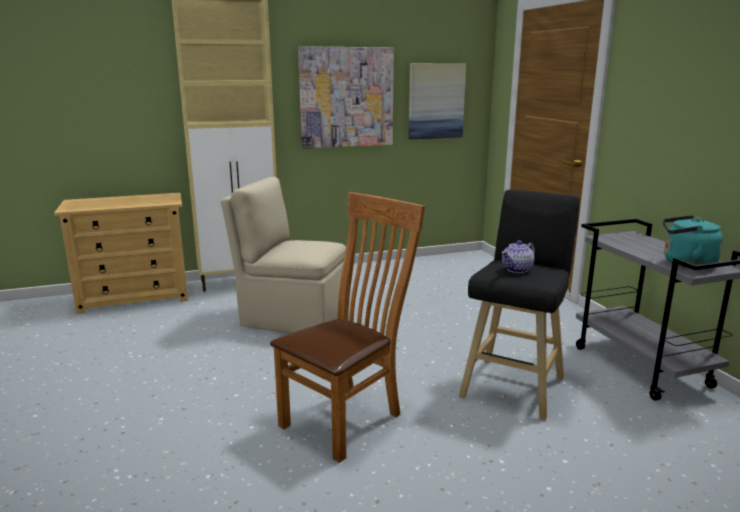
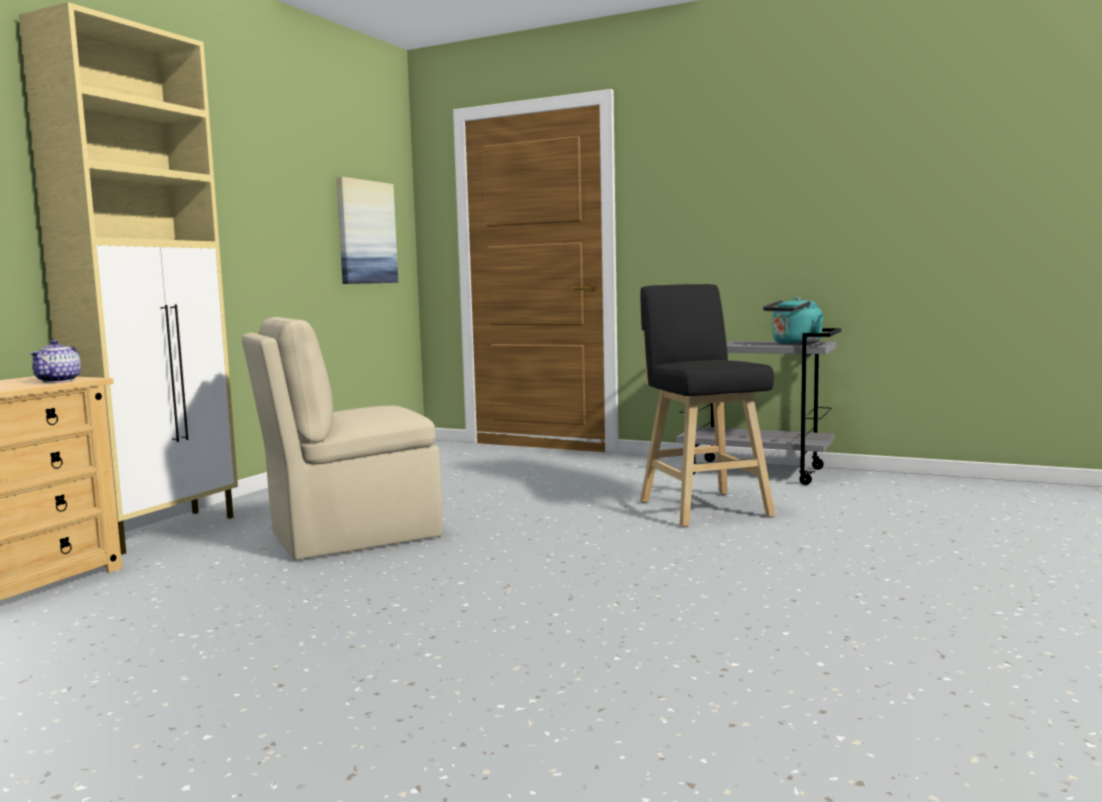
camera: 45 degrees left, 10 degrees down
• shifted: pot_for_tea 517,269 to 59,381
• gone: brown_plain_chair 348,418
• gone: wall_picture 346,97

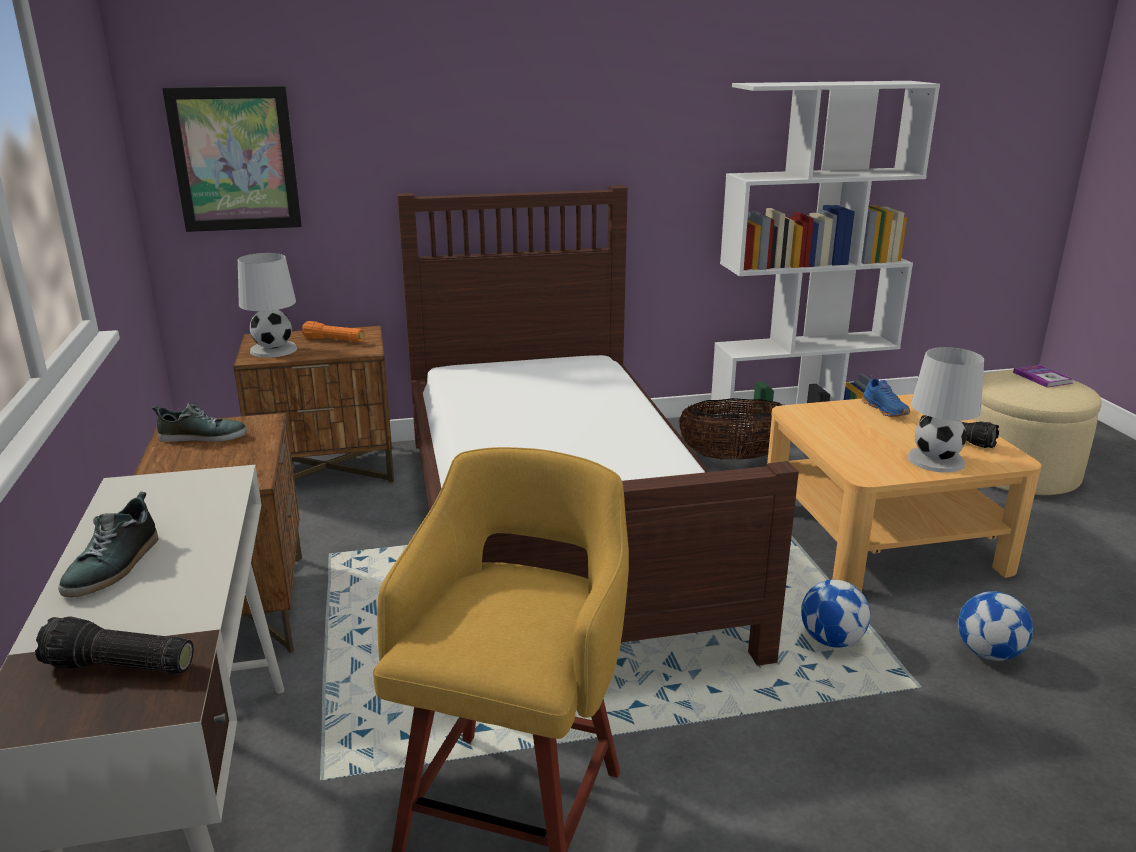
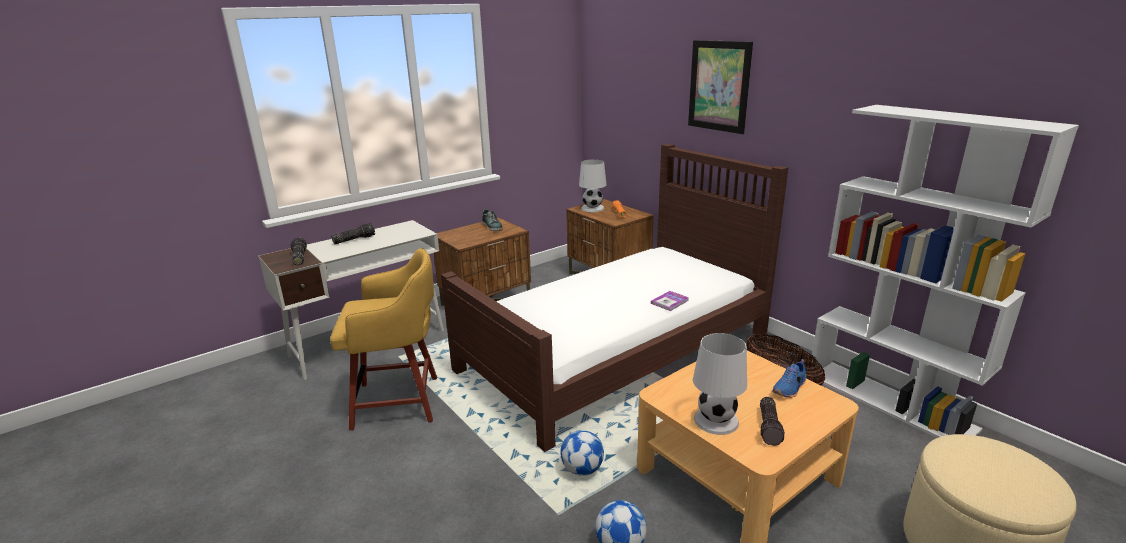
camera: 65 degrees right, 0 degrees up
• swapped: shoe 114,565 to hand_torch 354,239
• shifted: book 1042,378 to 669,302
• shifted: wall_picture 235,159 to 719,86

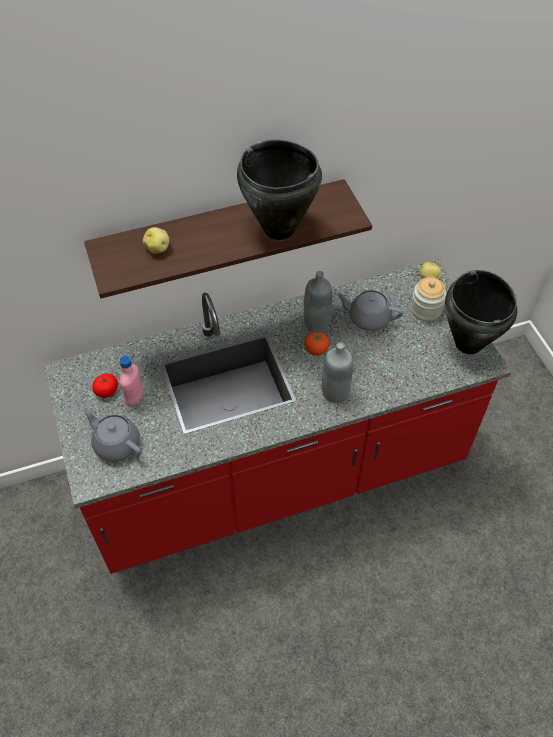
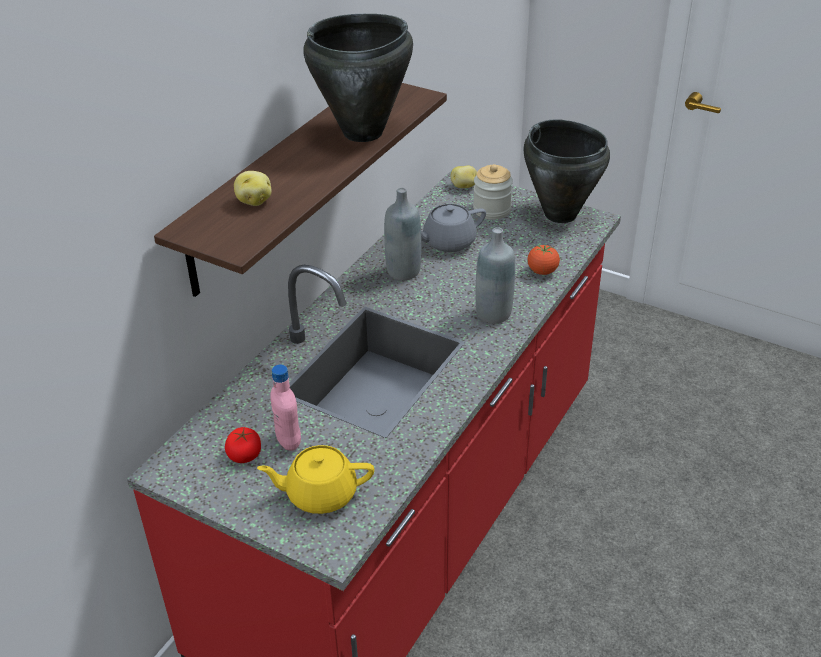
camera: 40 degrees left, 15 degrees down
• repainted: gray_pot_for_tea 116,443 to yellow_pot_for_tea 320,494
• shifted: whole_tomato 316,350 to 542,271

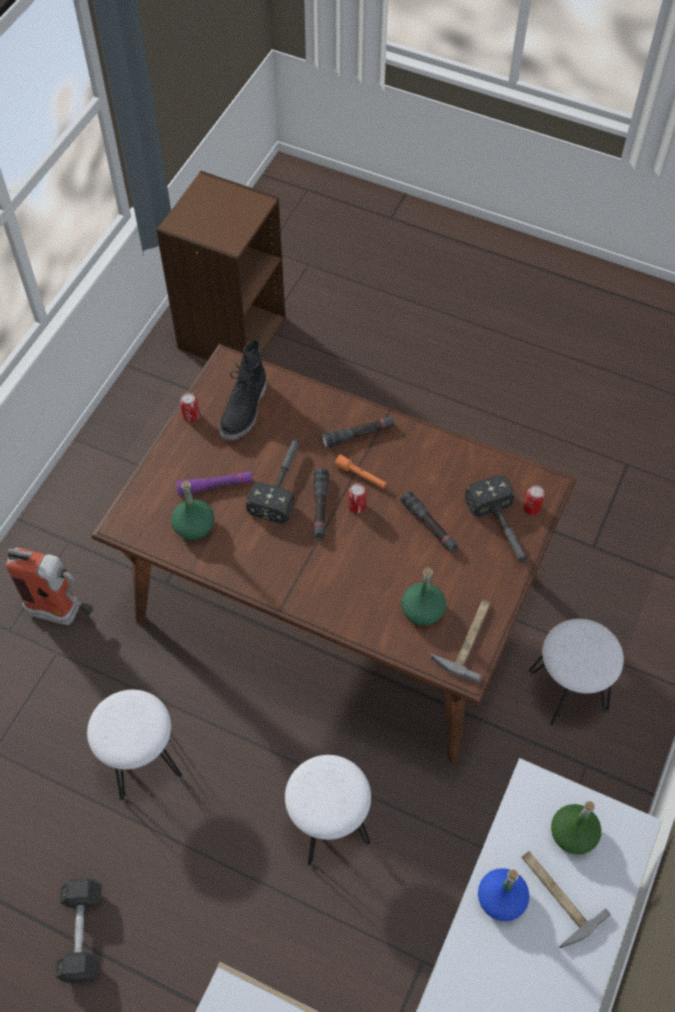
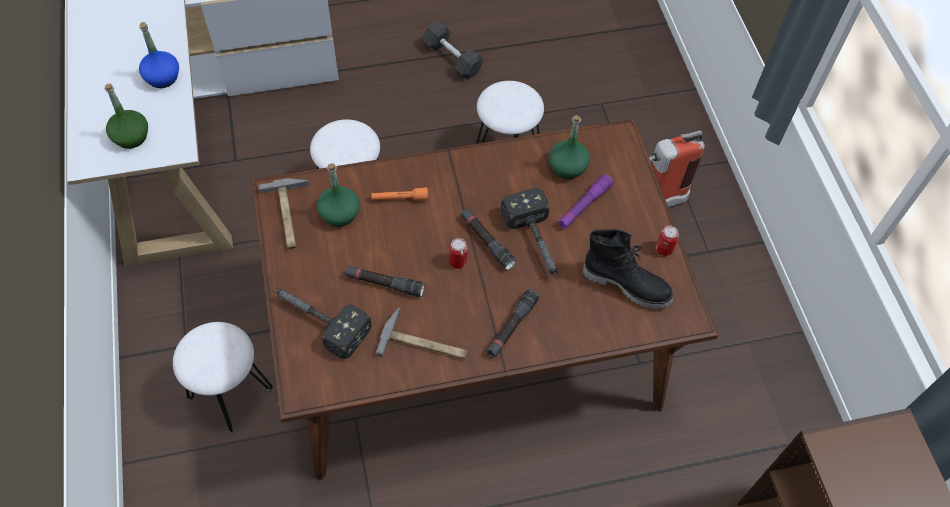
camera: 140 degrees right, 0 degrees up
• shifted: orangey_hand_torch 361,476 to 400,199
• shifted: hammer 555,895 to 424,343
• rotated: black-coloured_boot 245,410 = 627,284 135 degrees clockwise
• gone: can 531,508

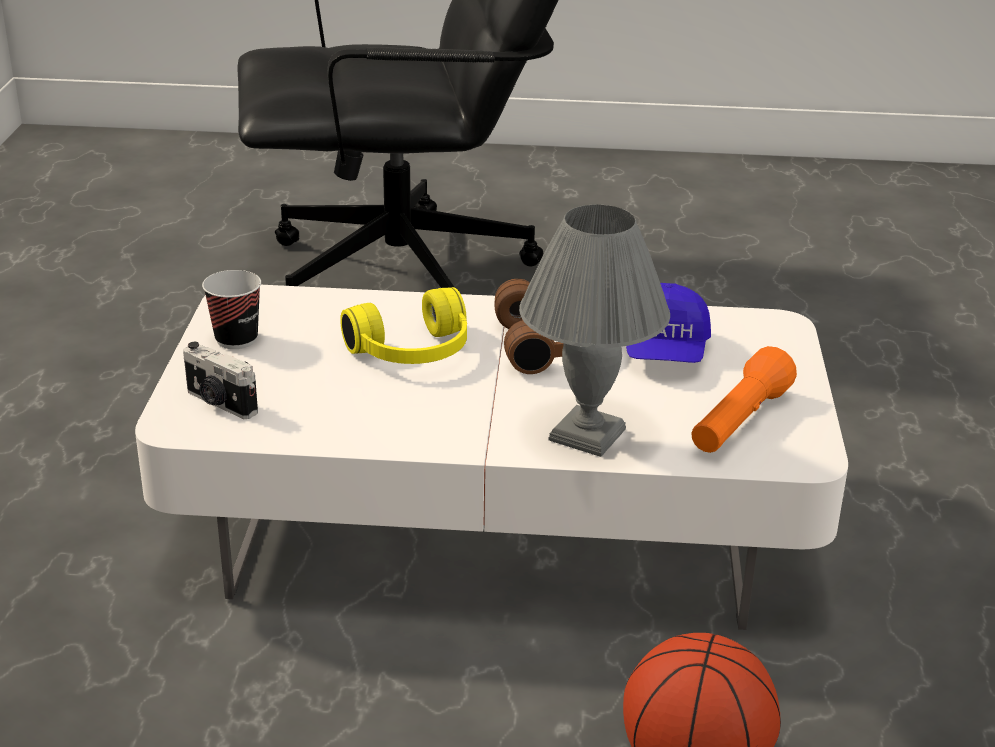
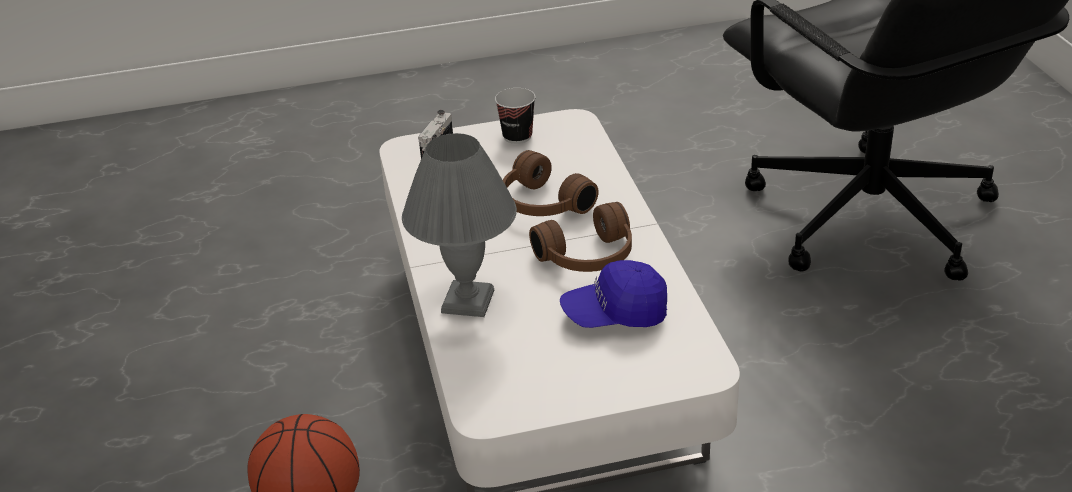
camera: 75 degrees right, 5 degrees up
• repainted: yellow_pair_of_headphones 414,353 to brown_pair_of_headphones 541,205
• gone: orangey_hand_torch 738,423

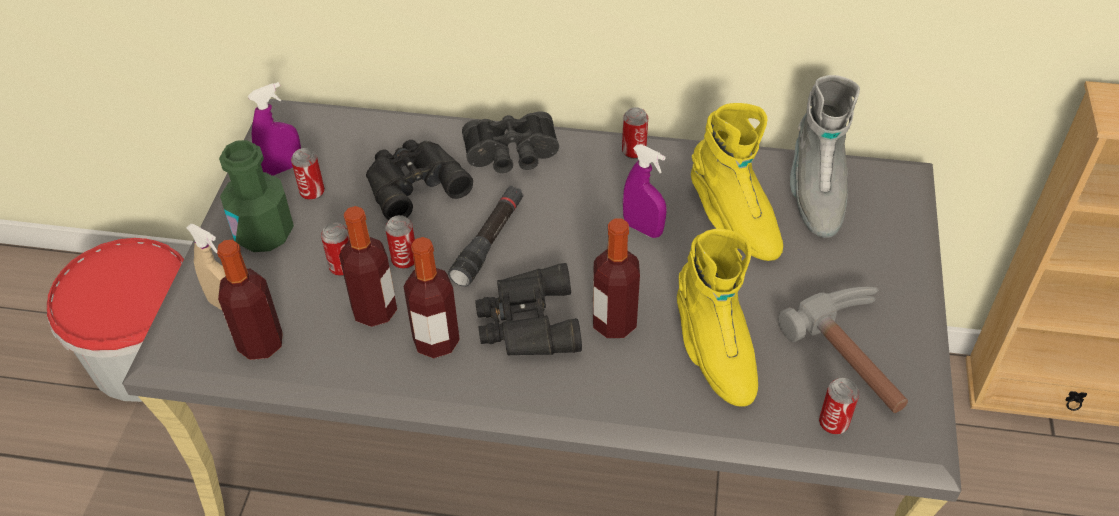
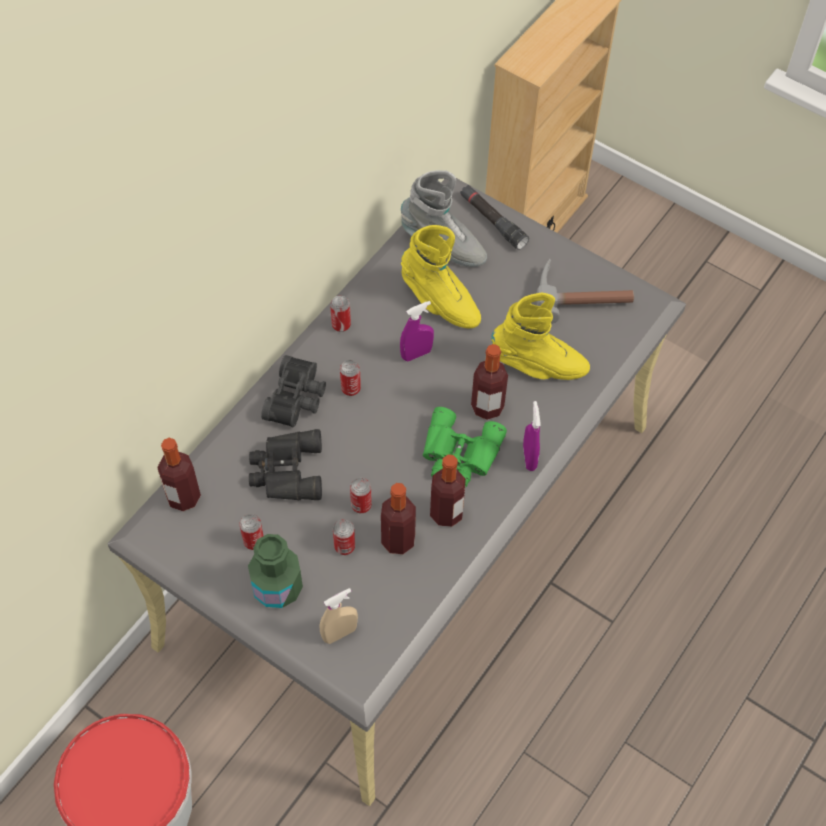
camera: 65 degrees left, 10 degrees up
• shifted: drink_bottle 260,343 to 183,497
• shifted: can 833,423 to 350,388
• rotated: yellow_boot 733,220 = 439,302 45 degrees clockwise
• repainted: black-coloured_field_glasses 526,323 to greenish_field_glasses 459,455
• shifted: black-coloured_hand_torch 489,242 to 492,221
• shifted: purple_spray_bottle 283,168 to 529,457

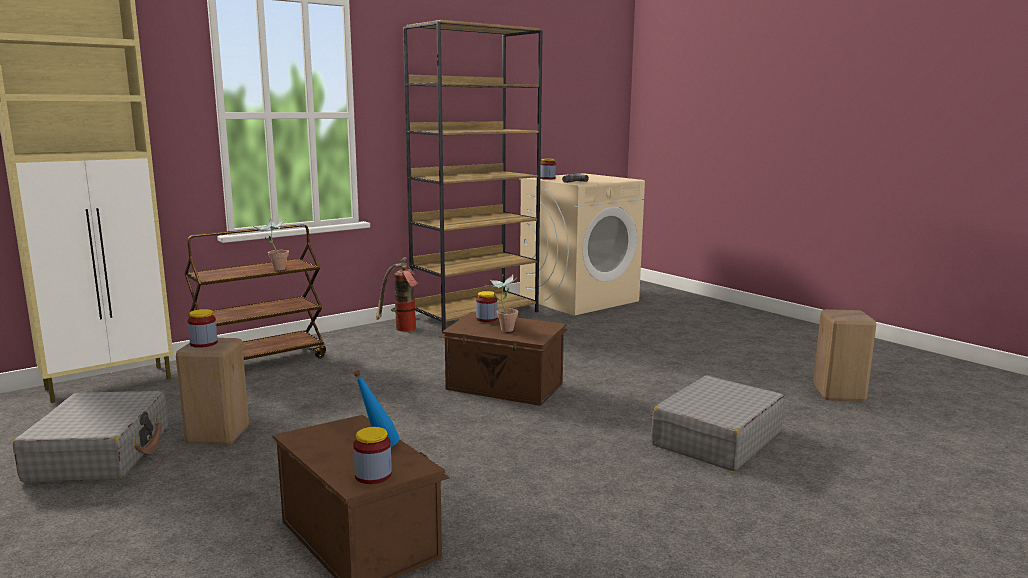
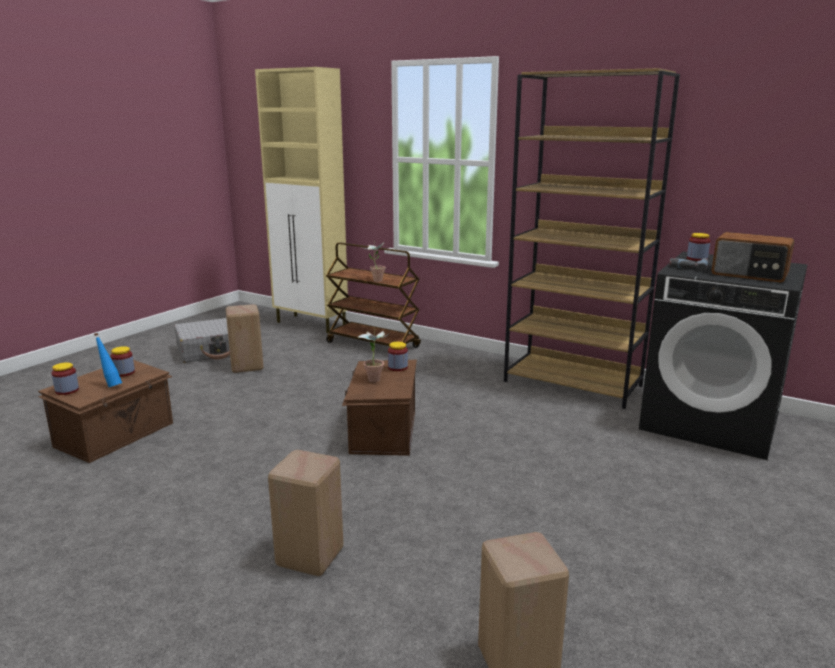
camera: 70 degrees right, 5 degrees up
• shifted: storage_jar 204,343 to 124,373
• swapped: gray_suitcase 716,439 to sand-coloured_stool_seat 308,557
• repainted: sand-coloured_laundry_appliance 579,299 to black-coloured_laundry_appliance 711,422
• new: radio 749,274
• gone: fire_extinguisher 401,331

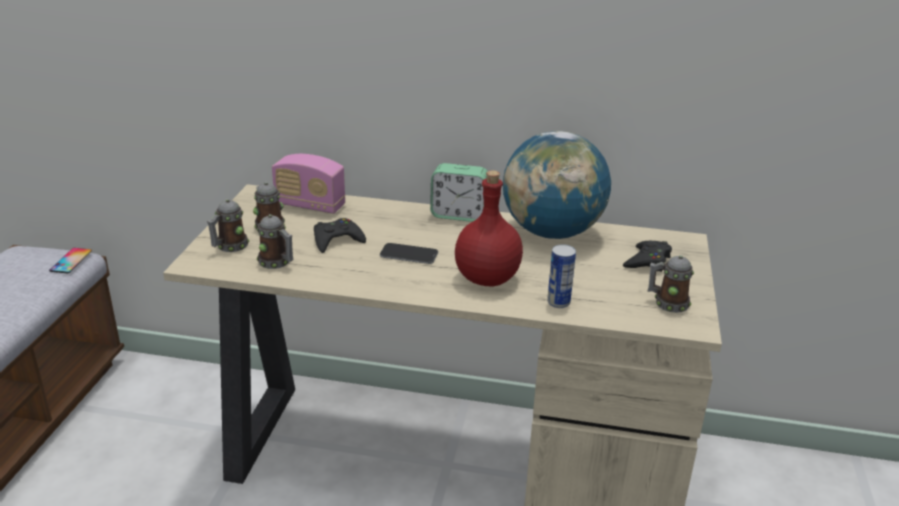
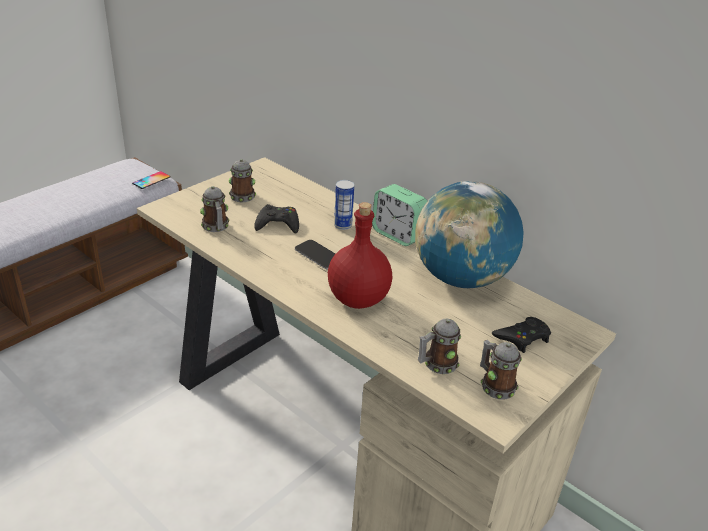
camera: 30 degrees right, 5 degrees up
• shifted: can 558,302 to 343,225
• shifted: coffee_mug 229,247 to 436,364
• gone: radio 310,205

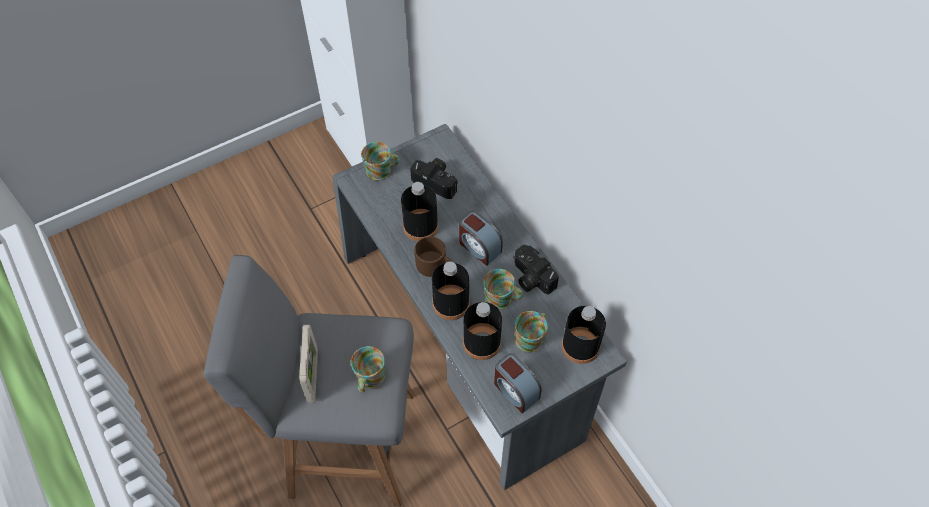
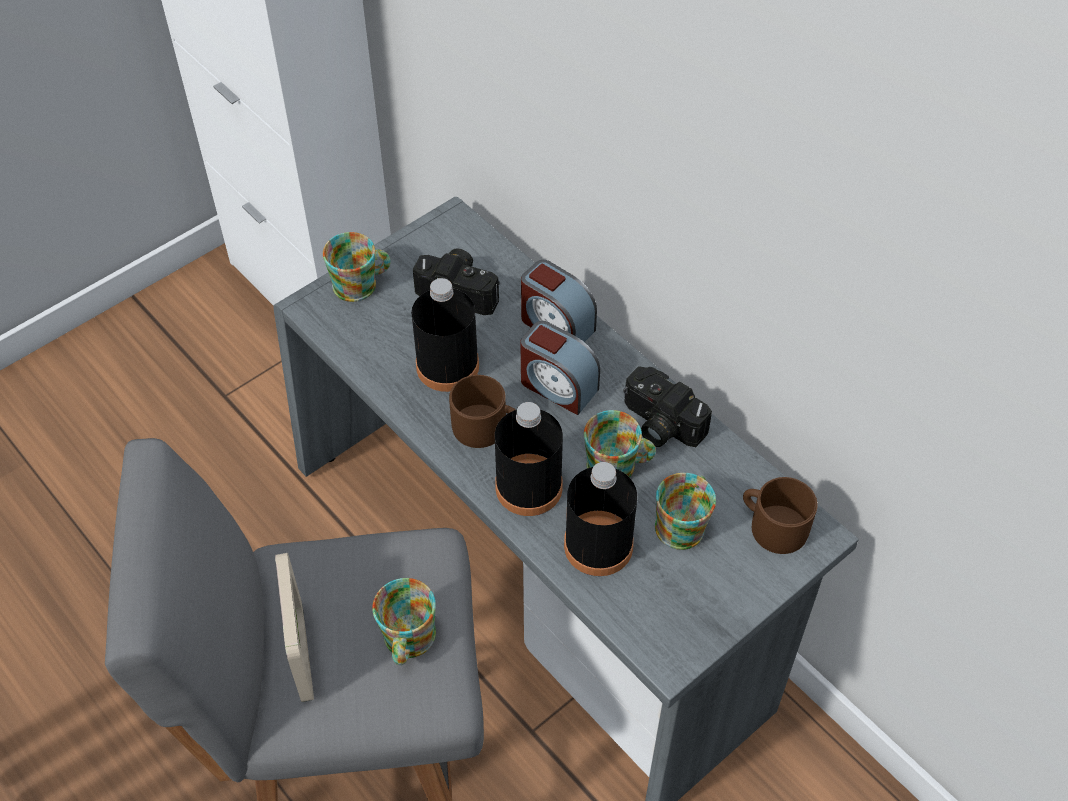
camera: 10 degrees left, 5 degrees down
• shifted: table_clock 515,390 to 556,325
• swapped: black-coloured_drink_bottle 580,346 to brown_coffee_mug 772,525

